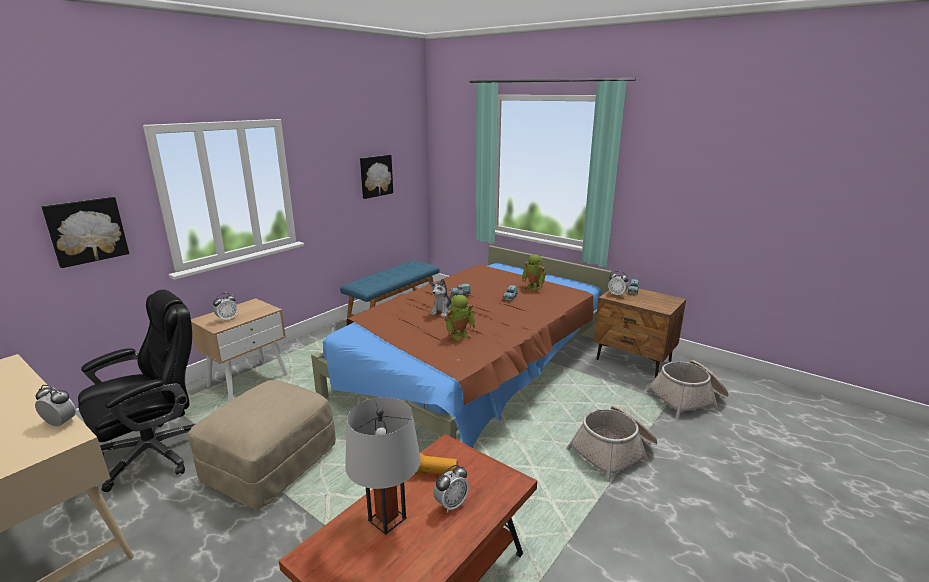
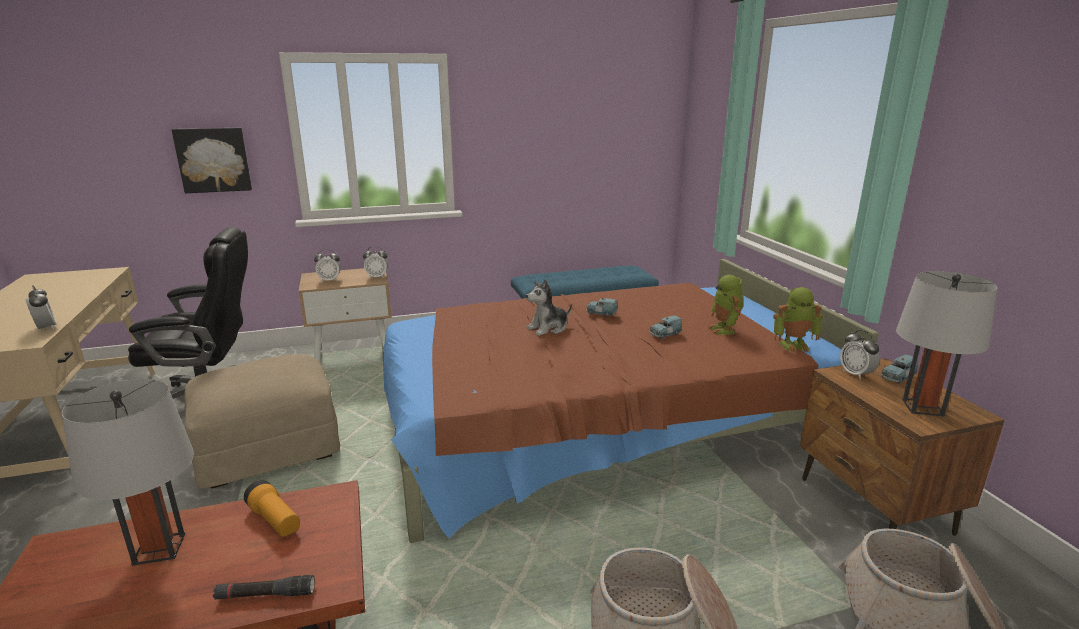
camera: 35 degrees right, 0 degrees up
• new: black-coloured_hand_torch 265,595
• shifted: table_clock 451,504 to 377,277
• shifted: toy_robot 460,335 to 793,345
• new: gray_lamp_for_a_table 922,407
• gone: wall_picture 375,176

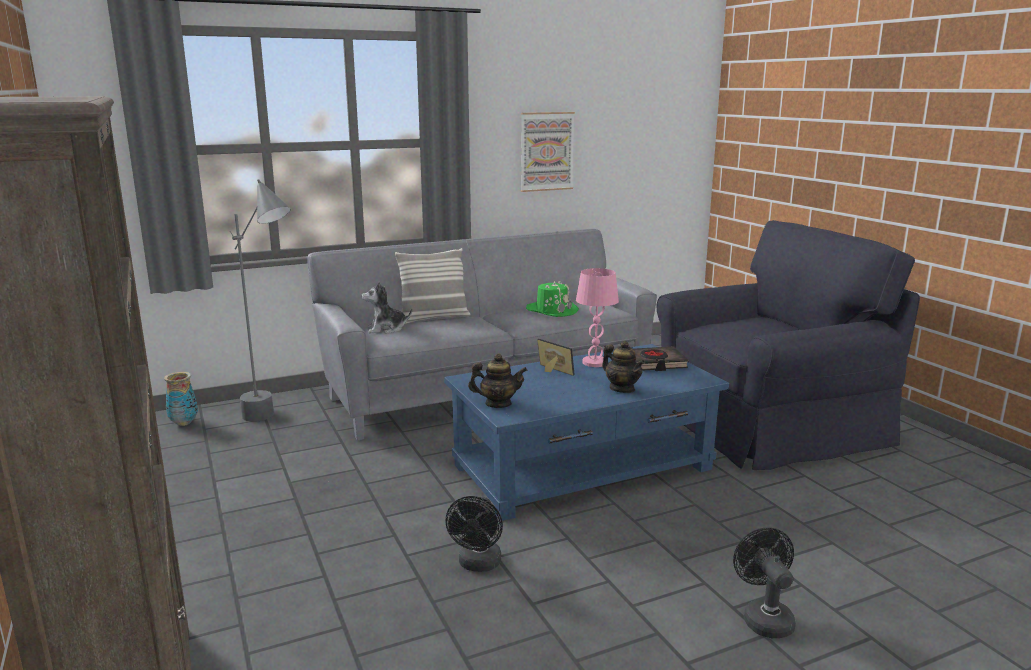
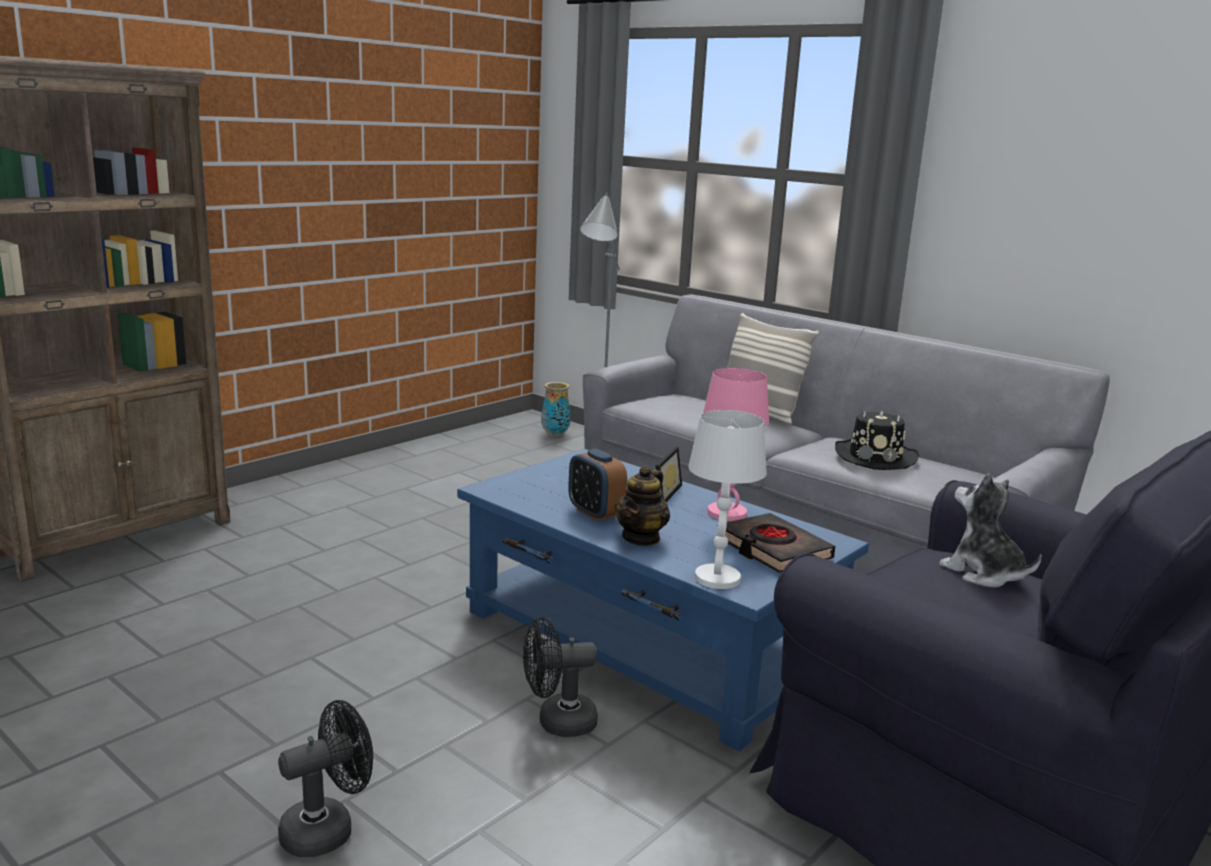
camera: 65 degrees right, 0 degrees up
• shifted: black-coloured_cooling_fan 478,565 to 557,722
• new: table_clock 595,513
• new: white-coloured_lamp_for_a_table 717,578
• repainted: greenish_wearable_hat 552,310 to black-coloured_wearable_hat 875,457
• shifted: cuddly_toy 386,329 to 983,574
• gone: pot_for_tea 498,404
• gone: wall_picture 546,151

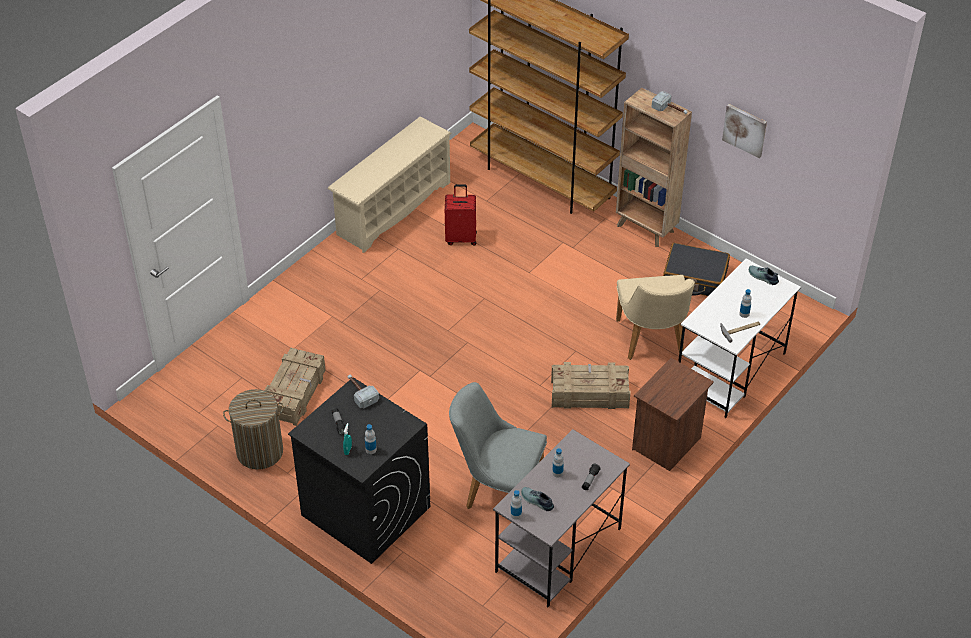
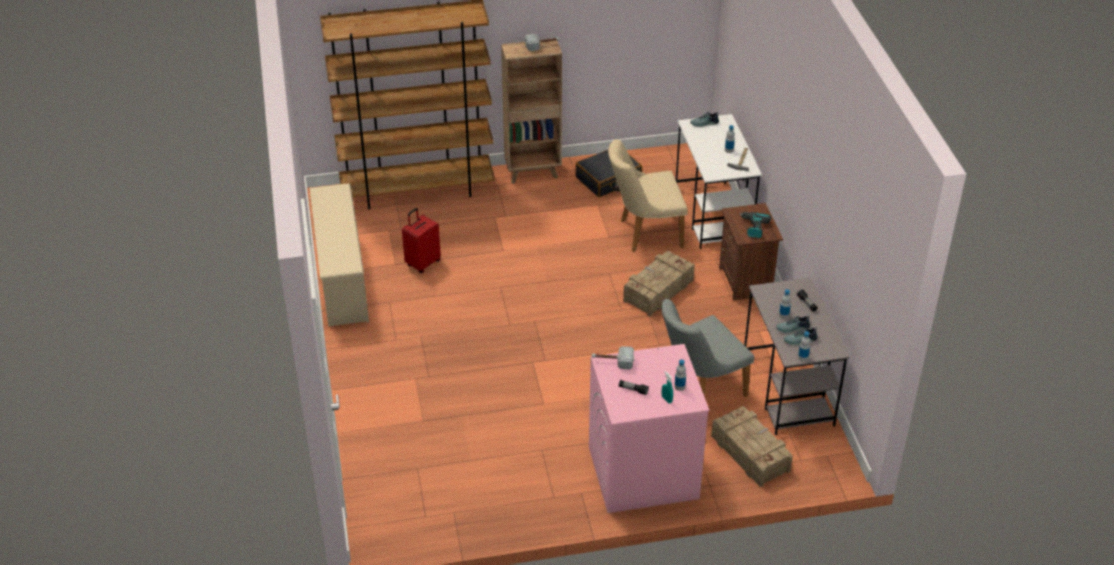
camera: 50 degrees left, 5 degrees down
• repainted: black-coloured_laundry_appliance 365,510 to pink-coloured_laundry_appliance 642,473
• rotated: sand-coloured_plain_chair 652,342 = 644,233 135 degrees clockwise
• shifted: packing_crate 295,393 to 750,453
• new: drill 753,227
• new: shoe 793,328
• gone: laundry_basket 259,452
• gone: wall_picture 745,130

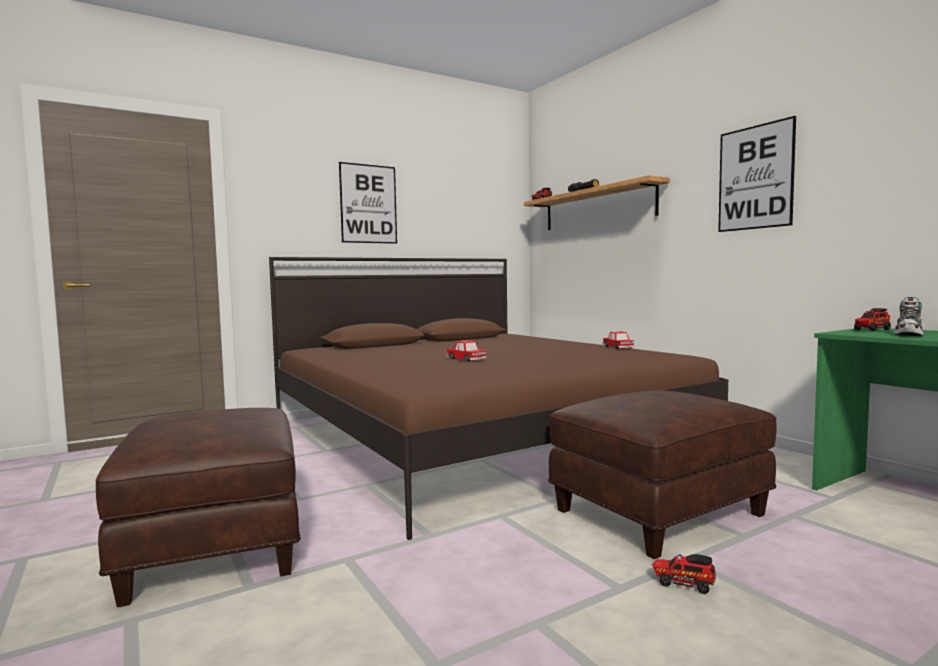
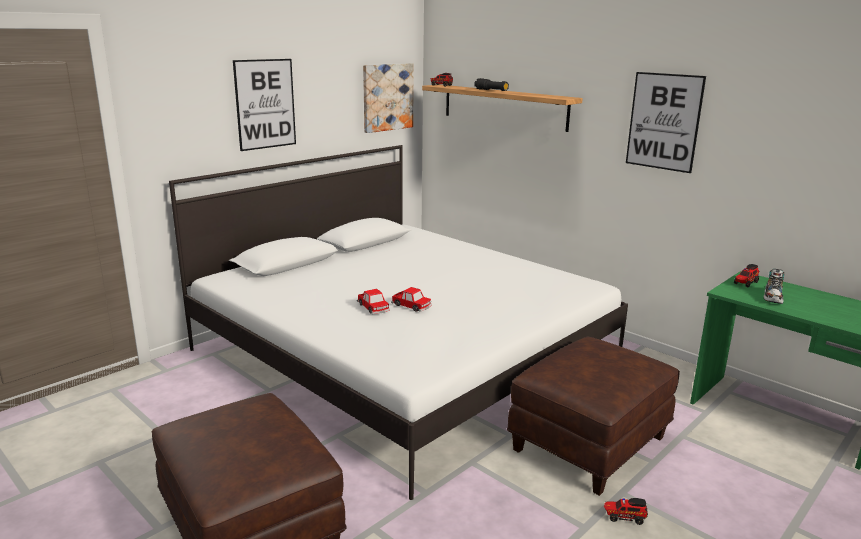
camera: 15 degrees left, 15 degrees up
• repainted: brown_bed 477,435 to white-coloured_bed 404,354
• shifted: model_car 618,347 to 373,307
• new: wall_picture 387,97

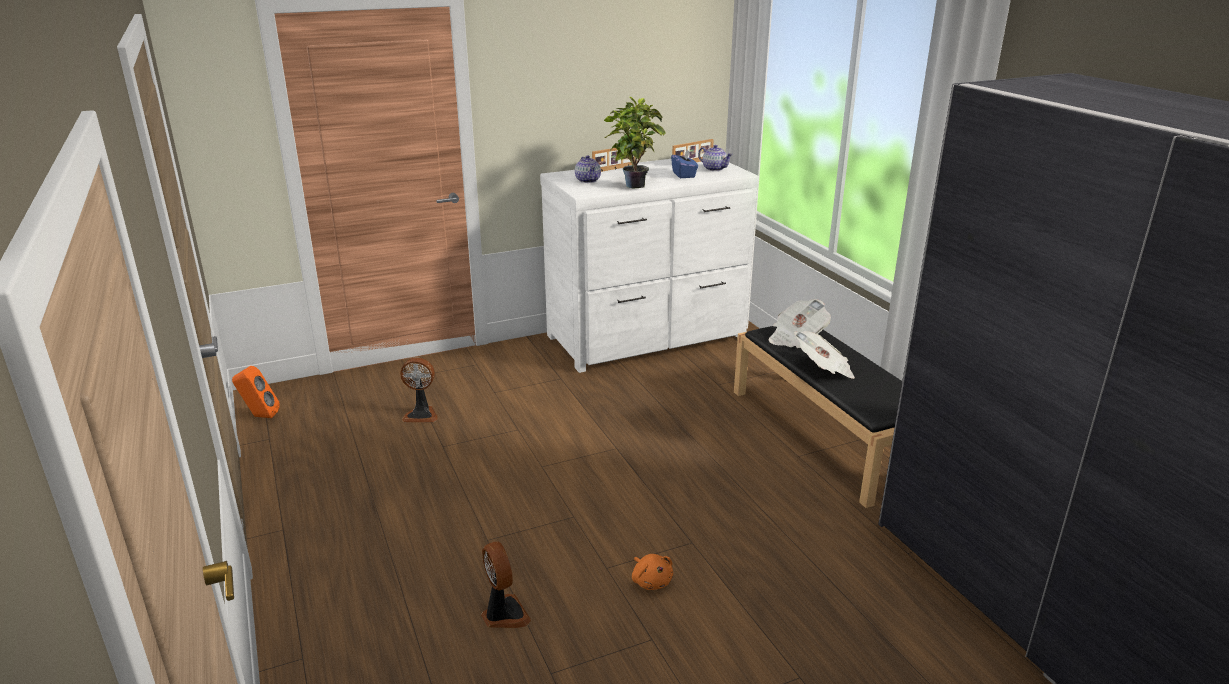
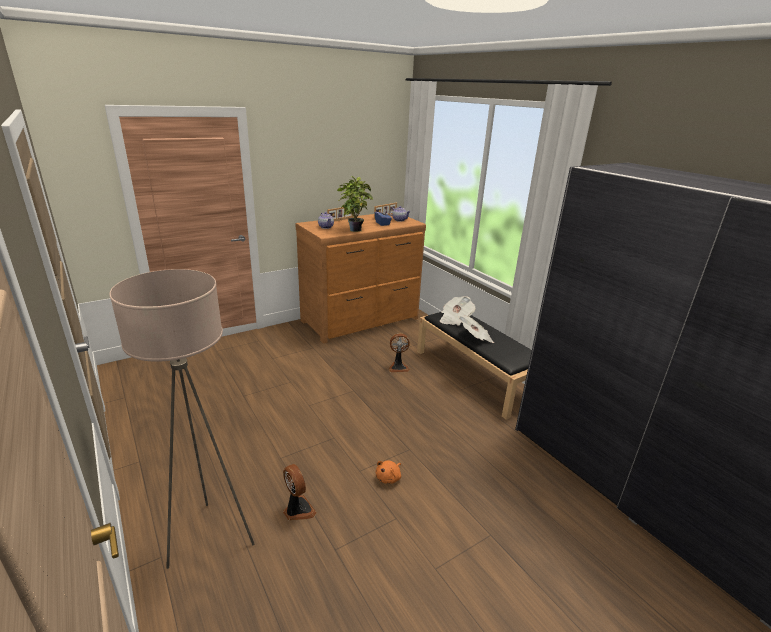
camera: 10 degrees left, 0 degrees up
• new: sand-coloured_standard_lamp 210,538
• repainted: white-coloured_drawer_chest 648,338 to brown_drawer_chest 361,320
• rotated: orangey_cuddly_toy 651,581 = 389,478 75 degrees clockwise
• shifted: cooling_fan 421,414 to 398,367
• gone: orangey_speaker 259,416

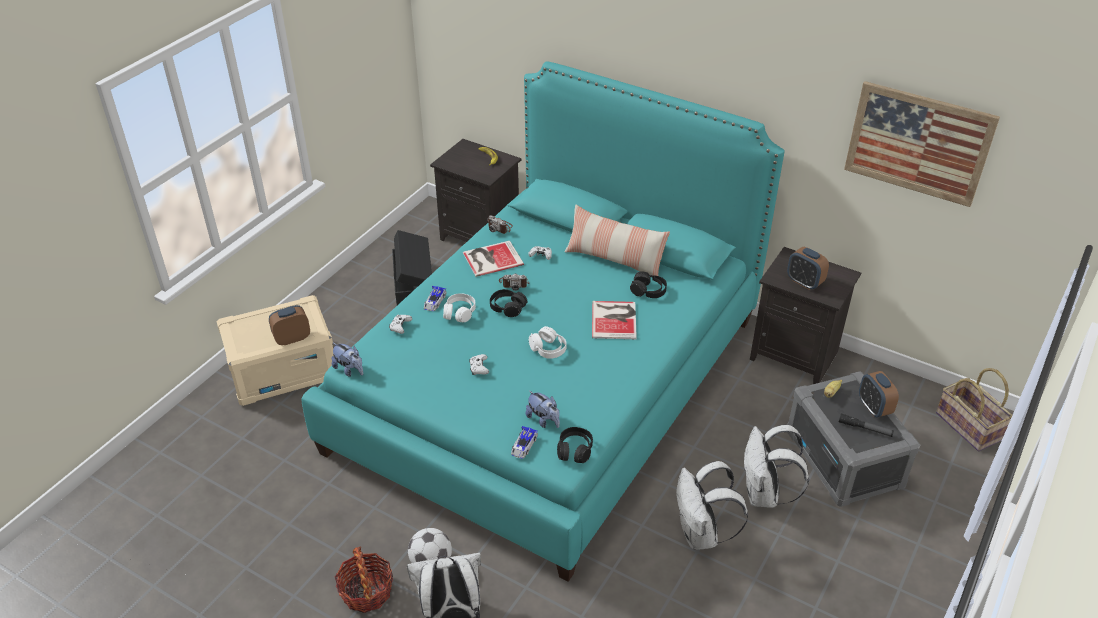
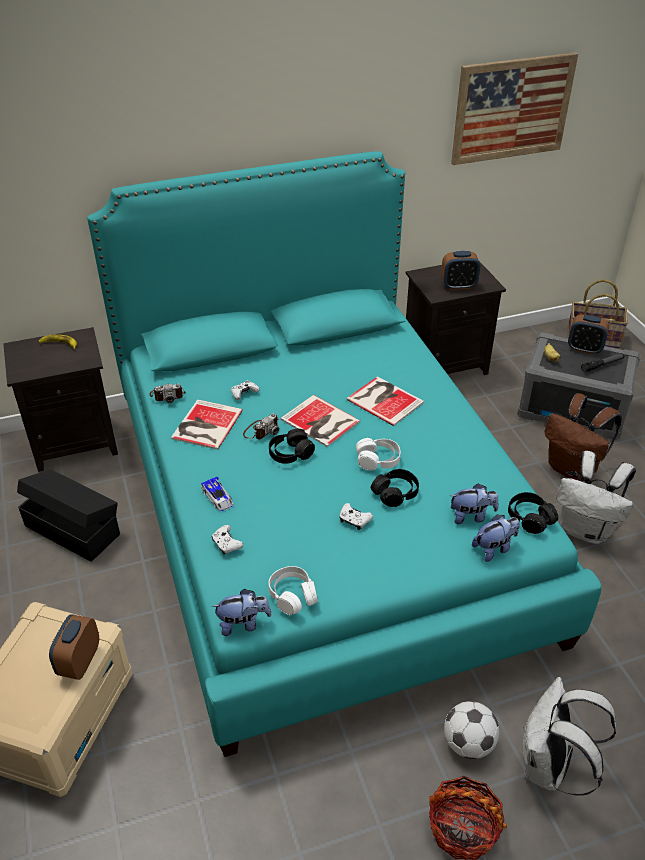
camera: 50 degrees left, 0 degrees up
• shifted: white-coloured_pair_of_headphones 459,313 to 292,595
• new: book 320,422
• shifted: black-coloured_pair_of_headphones 648,291 to 395,493
• swapped: model_car 523,445 to cuddly_toy 494,548
• repainted: white-coloured_rucksack 764,495 to brown_rucksack 573,469
• gone: pillow 615,259

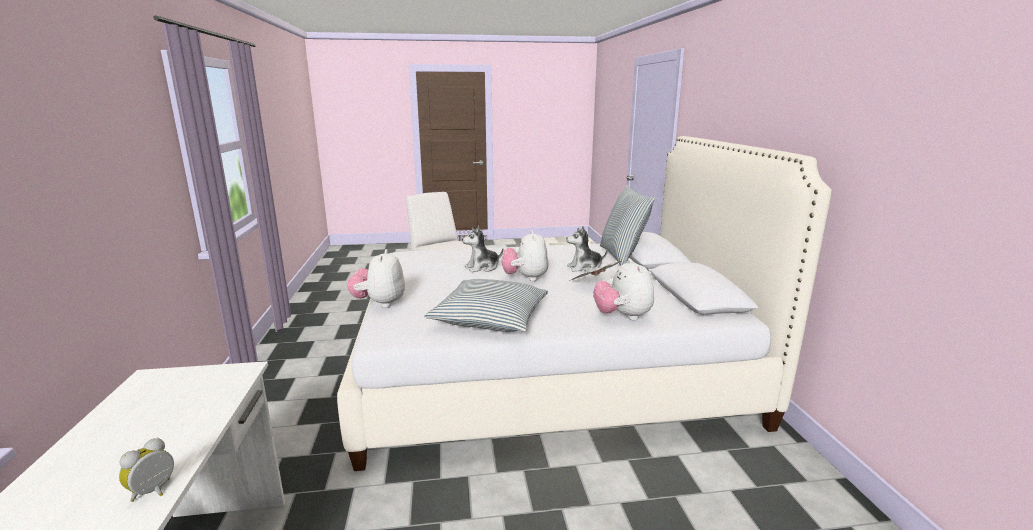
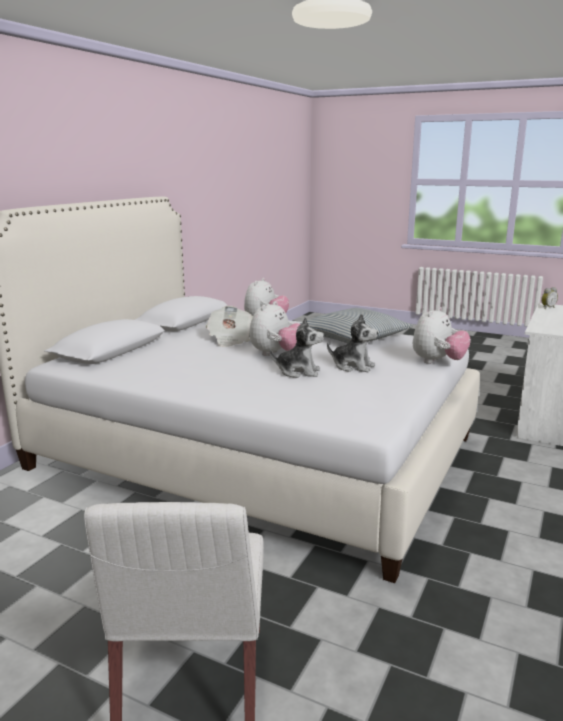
camera: 145 degrees left, 0 degrees up
• shifted: cuddly_toy 584,268 to 353,366
• gone: pillow 622,256

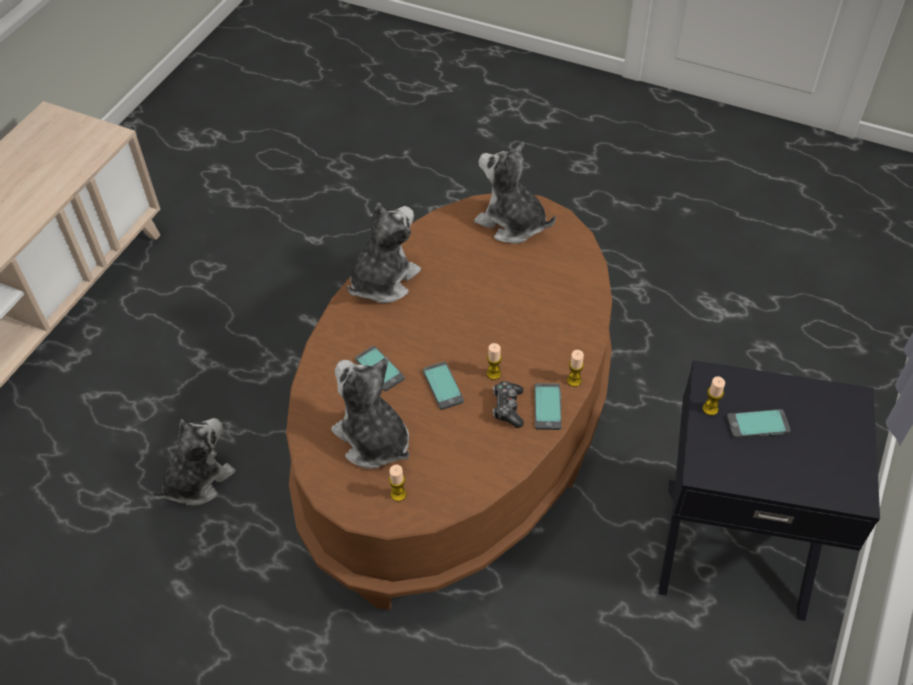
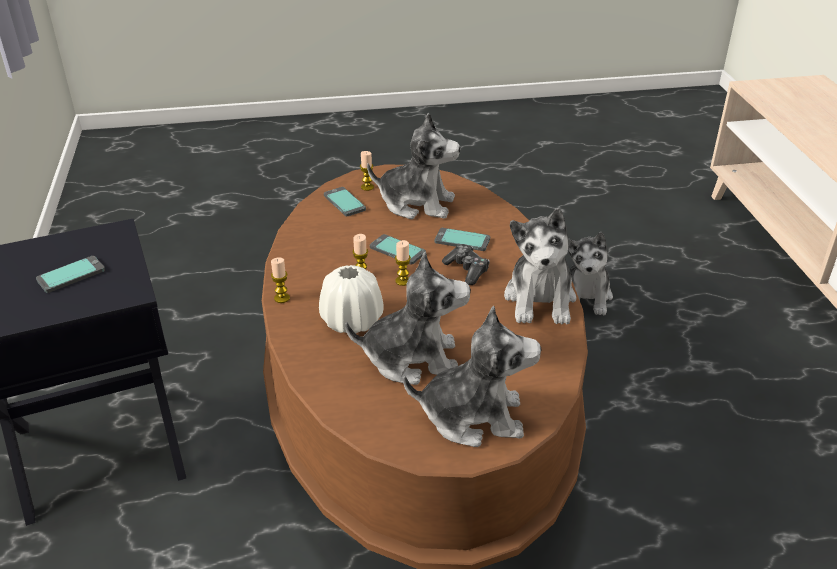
camera: 145 degrees right, 15 degrees down
• new: white-coloured_flower_vase 352,321
• shifted: phone 548,407 to 344,202
• new: cuddly_toy 412,358
• shifted: wax_light 710,409 to 403,281
• shifted: game_controller 508,408 to 467,270

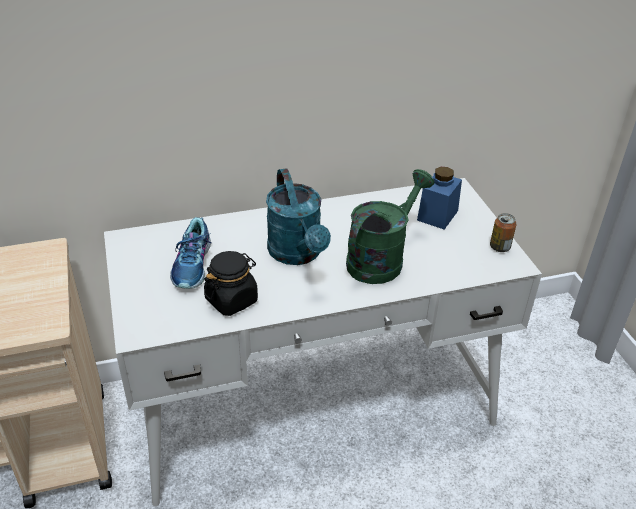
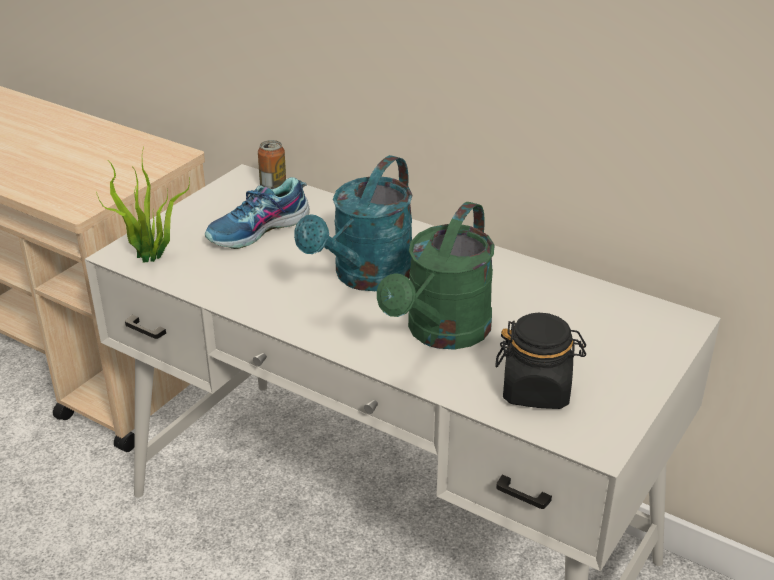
camera: 50 degrees right, 5 degrees down
• new: potted_plant 151,258
• shifted: can 499,247 to 273,186
• rotated: greenish_watering_can 381,259 = 442,333 120 degrees clockwise
• shifted: black-coloured_storage_jar 231,300 to 536,390
• gone: blue_storage_jar 437,215

